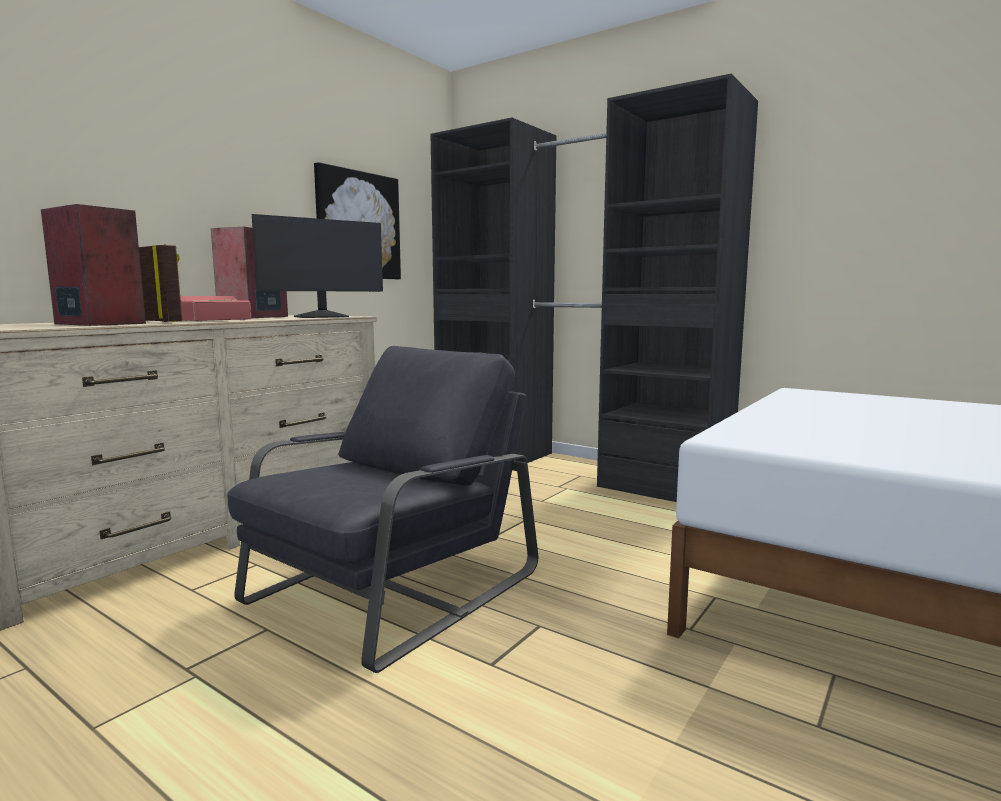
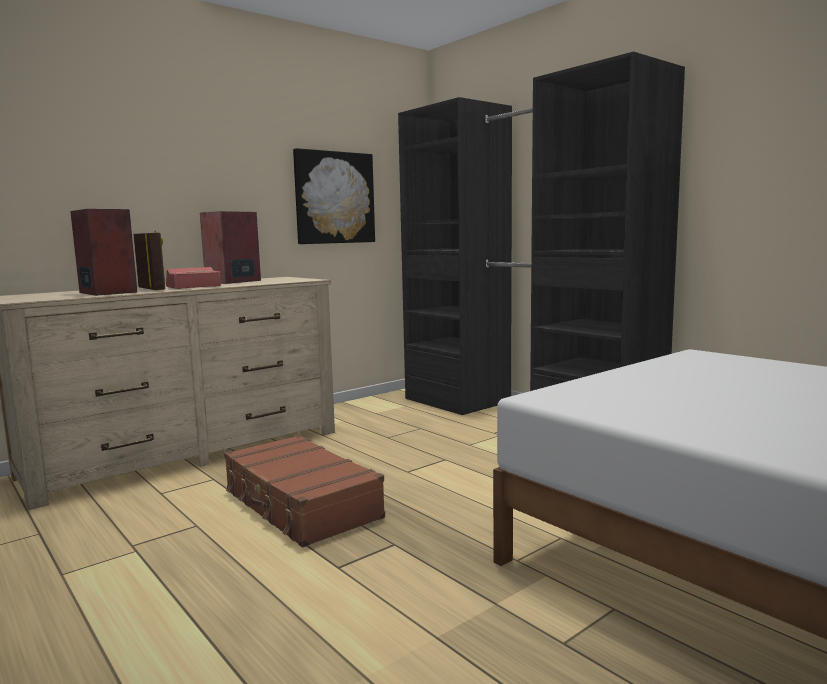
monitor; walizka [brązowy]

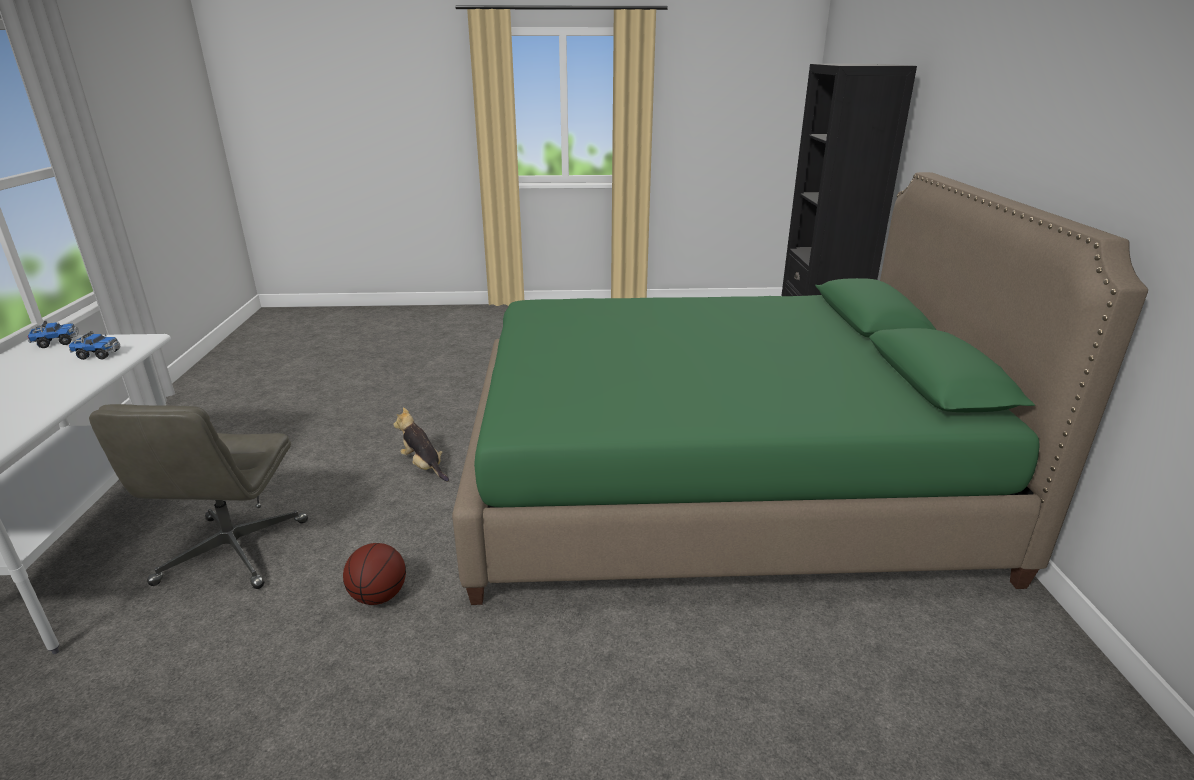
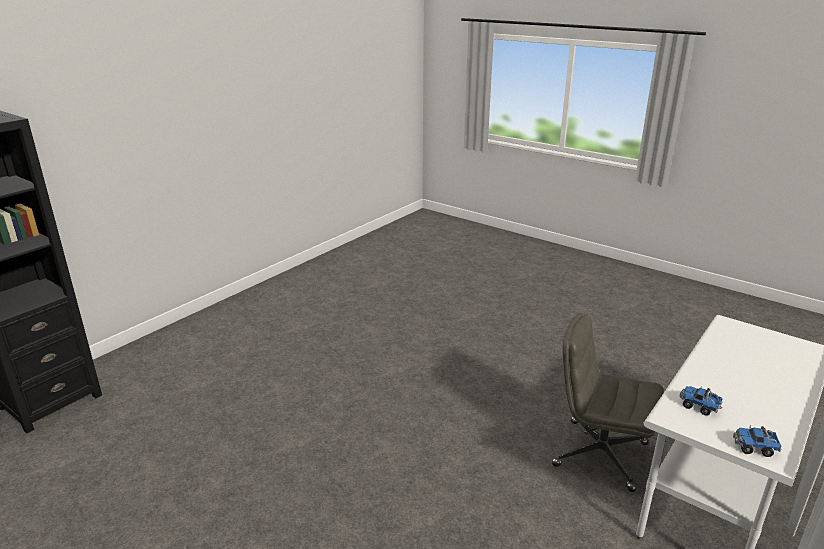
piłka do koszykówki; pluszak; łóżko [zielony]; krzesło biurowe [szary]

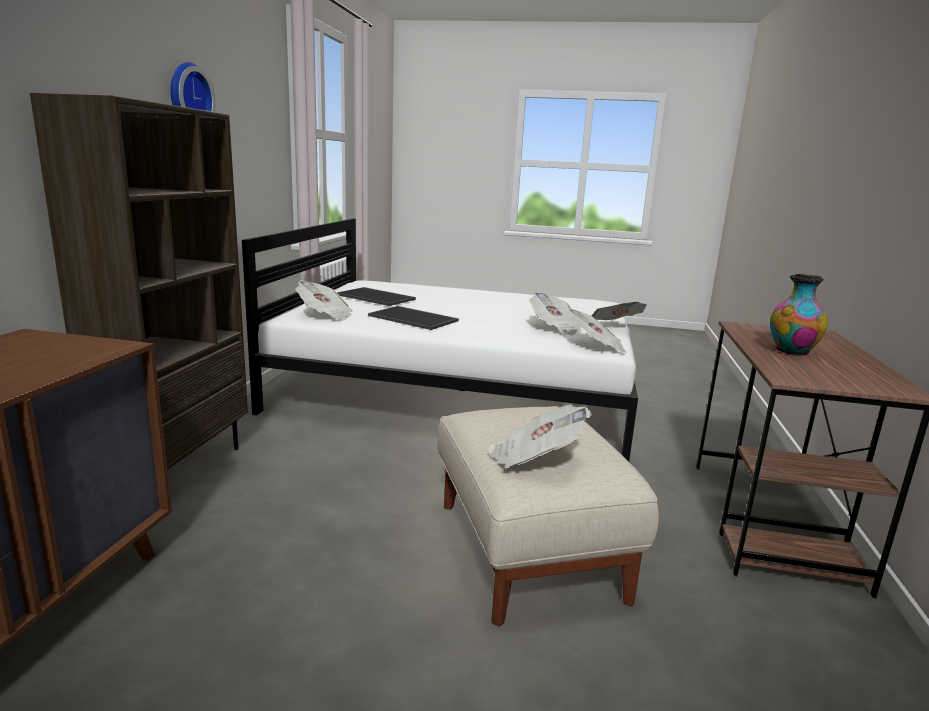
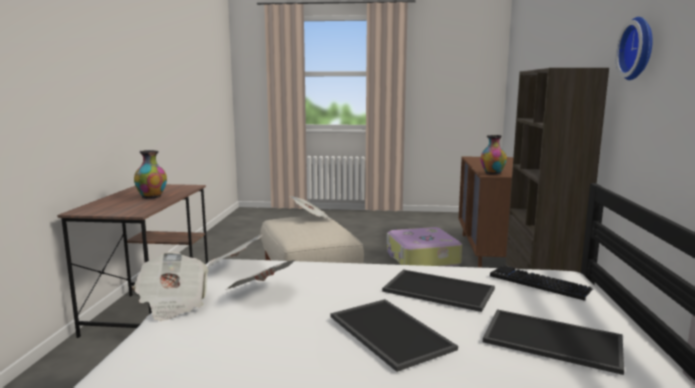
taca (1st from left); walizka; wazon (2nd from left); klawiatura

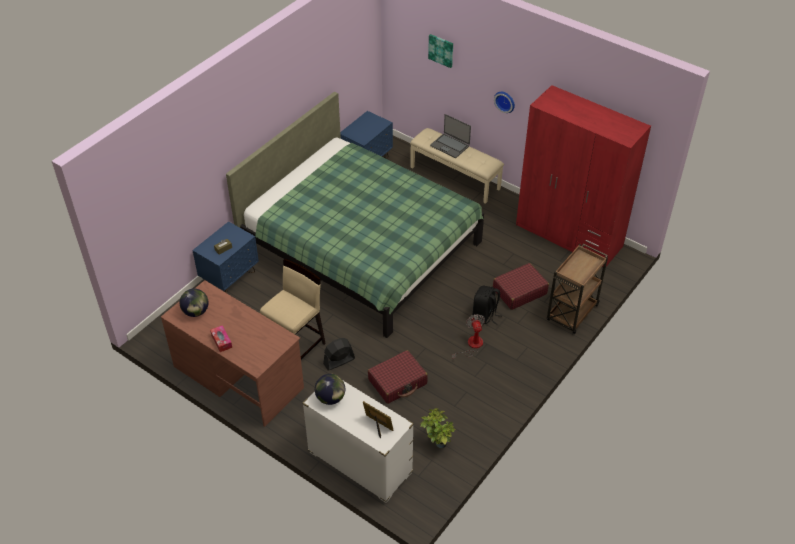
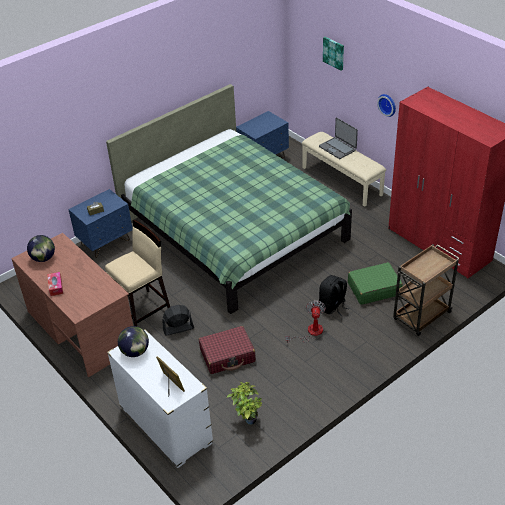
walizka [zielony]

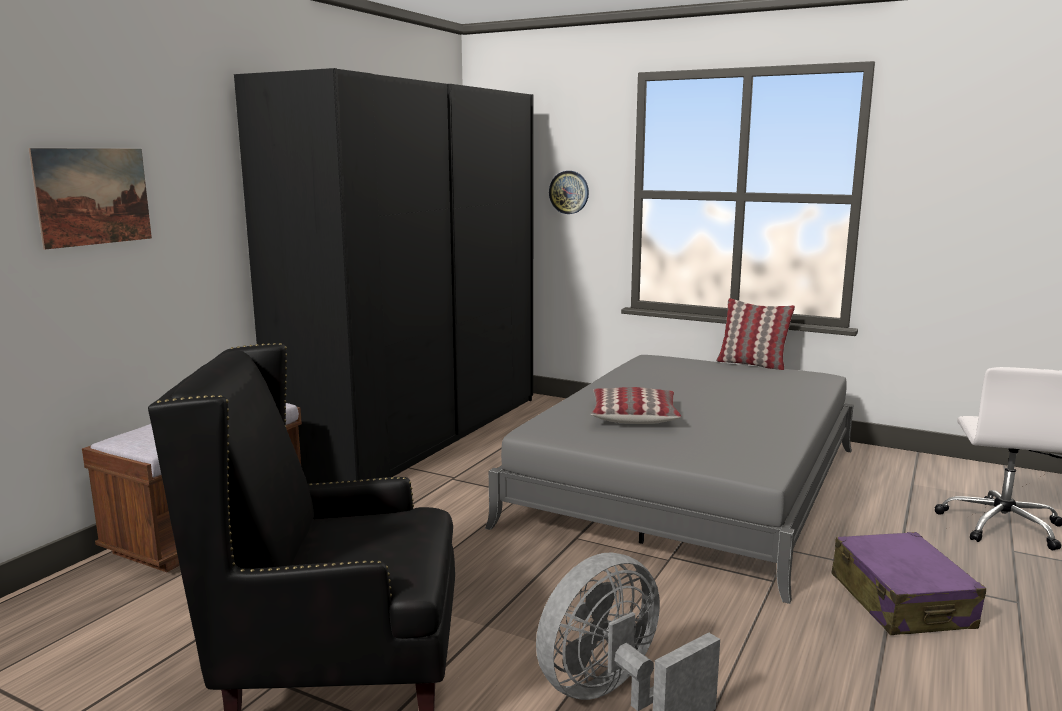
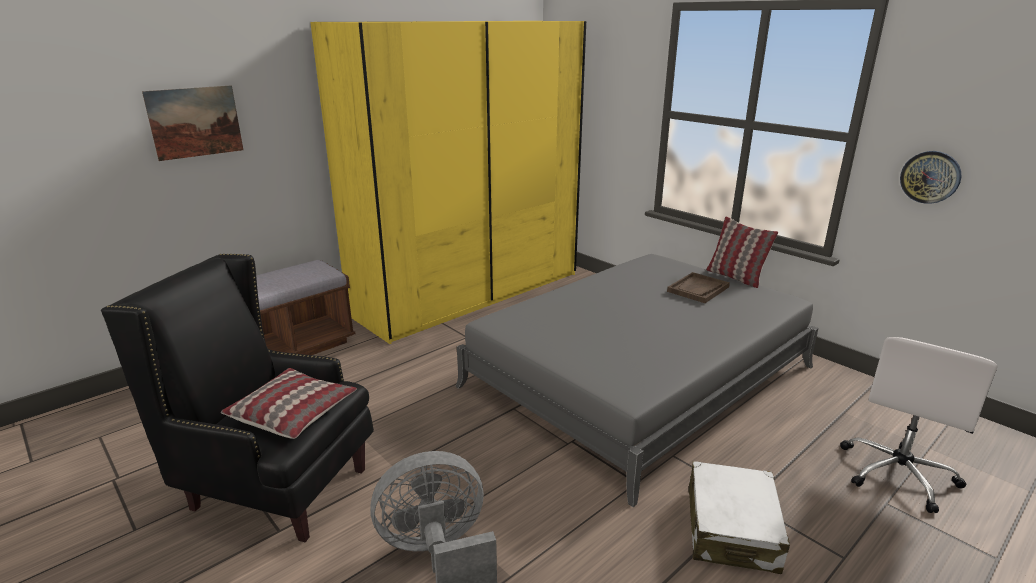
taca [brązowy]; zegar ścienny; poduszka (1st from left); szafa [żółty]; walizka [biały]

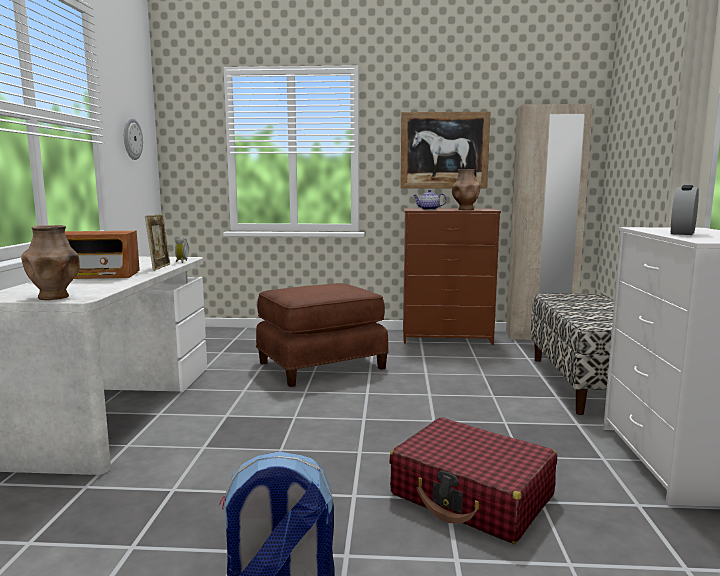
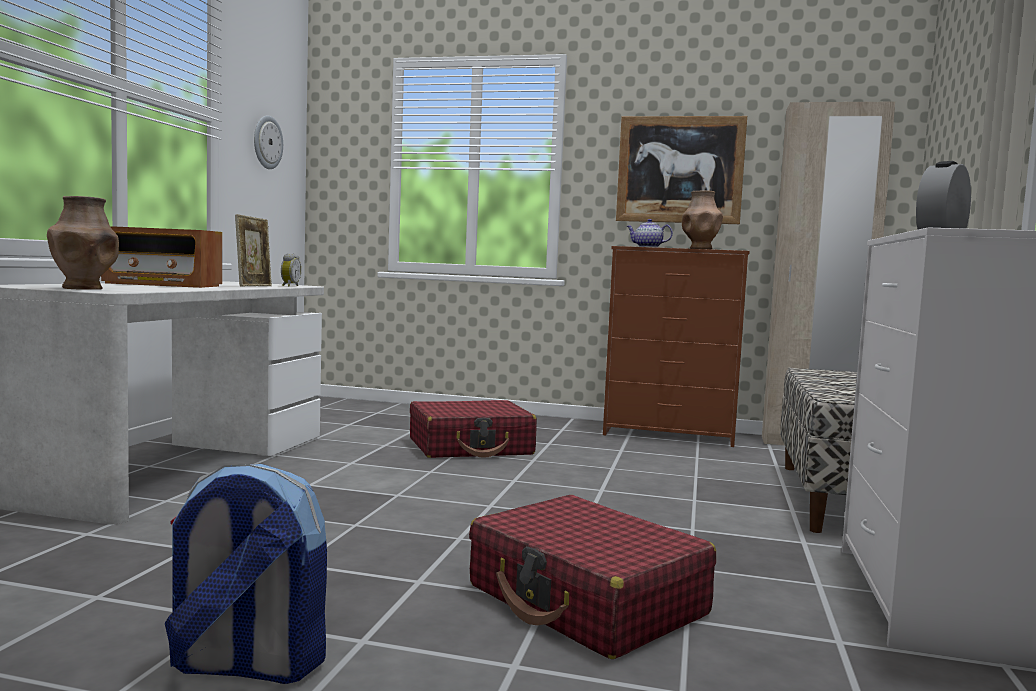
walizka [czerwony] (1st from left)

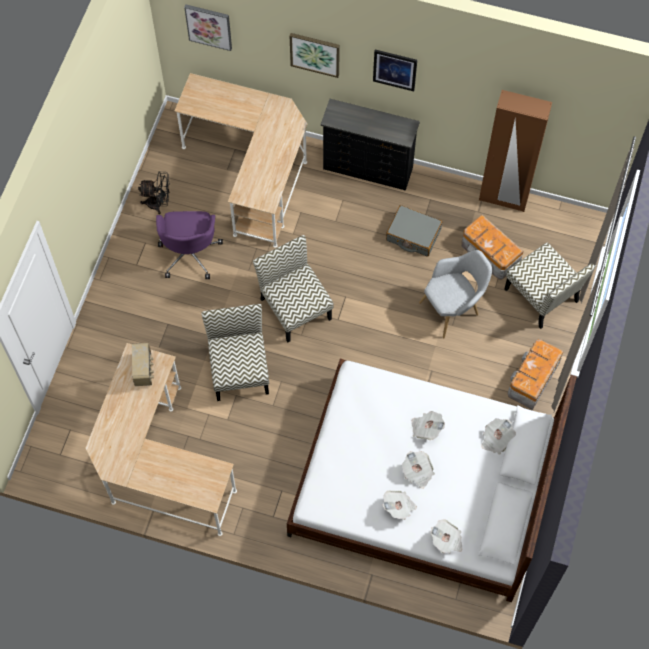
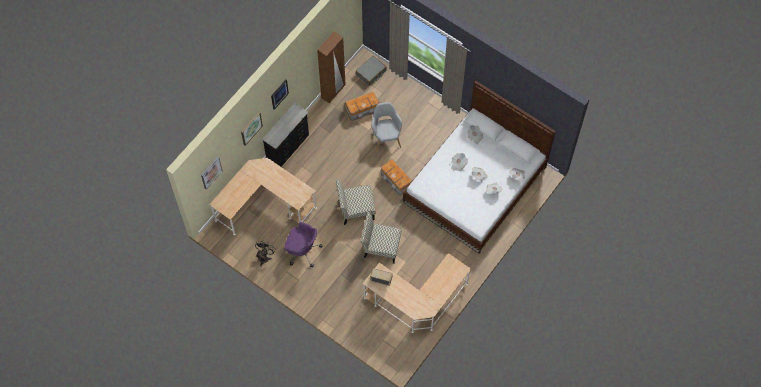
krzesło (3rd from left in the first image); walizka [szary]; pojemnik do przechowywania (2nd from left)

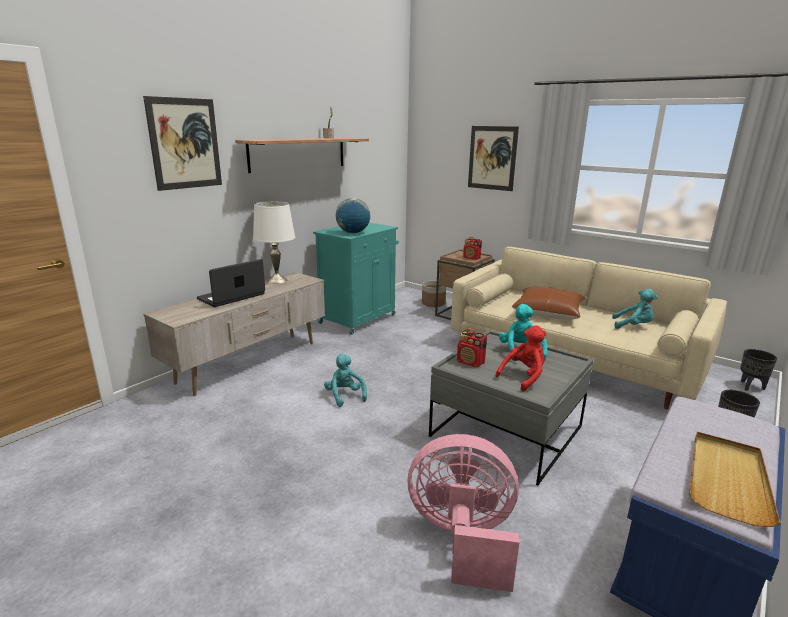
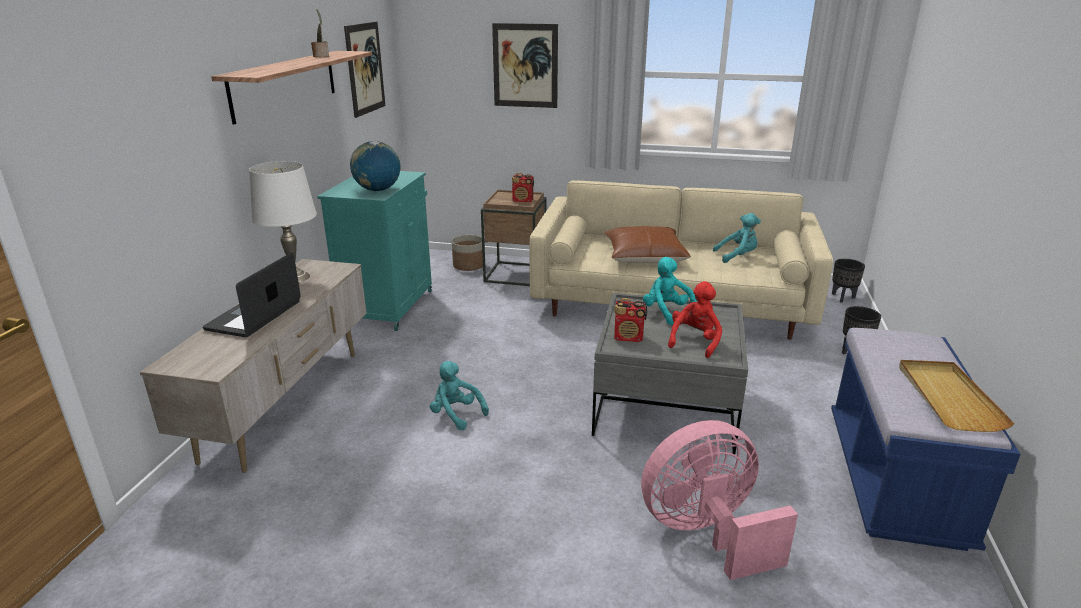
obraz (1st from left)

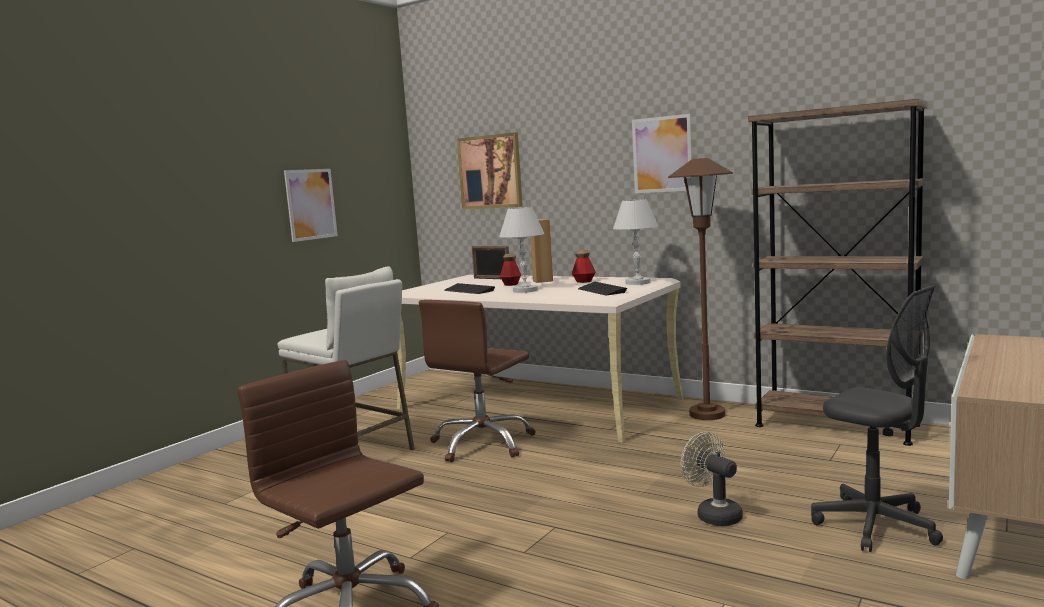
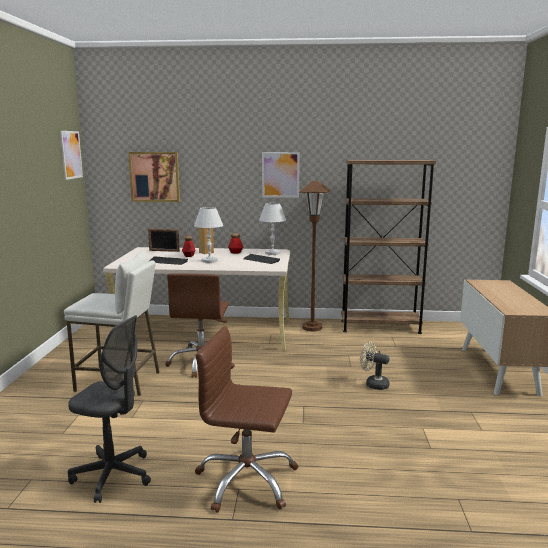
obraz (1st from left); krzesło biurowe [szary]

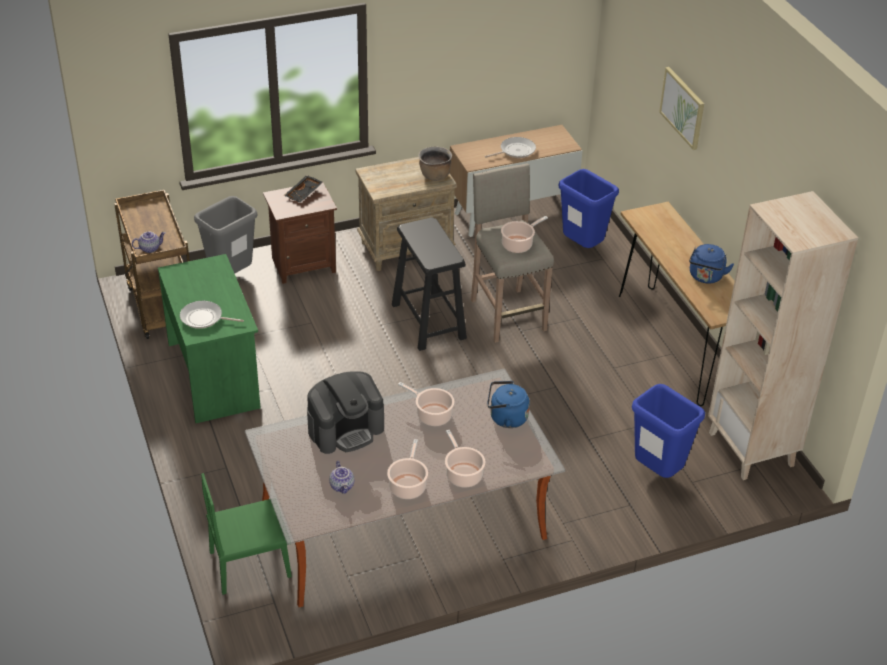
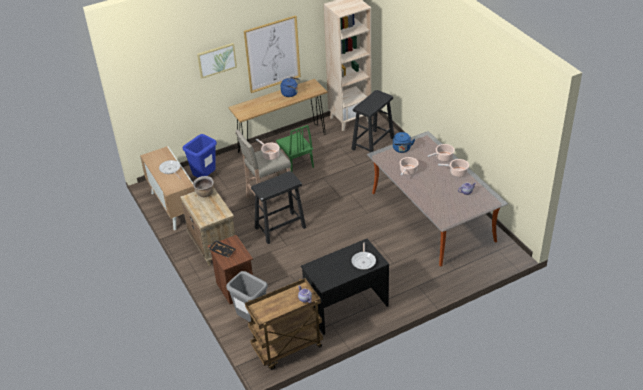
ekspres do kawy; obraz (2nd from left); krzesło [zielony]; stołek [czarny] (2nd from left); biurko [czarny]

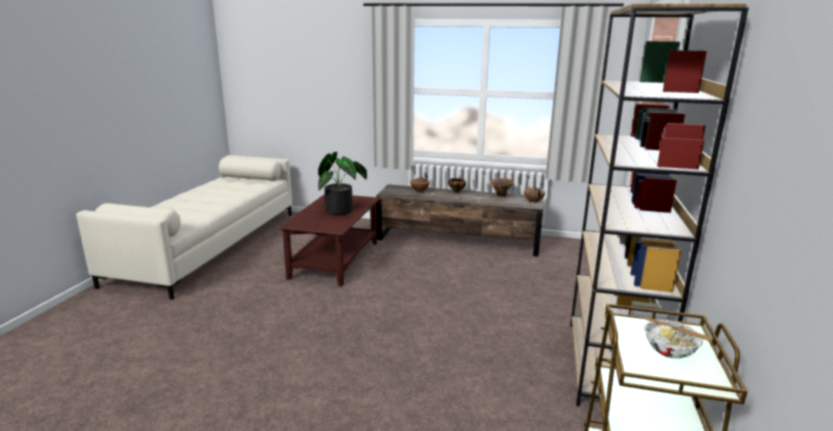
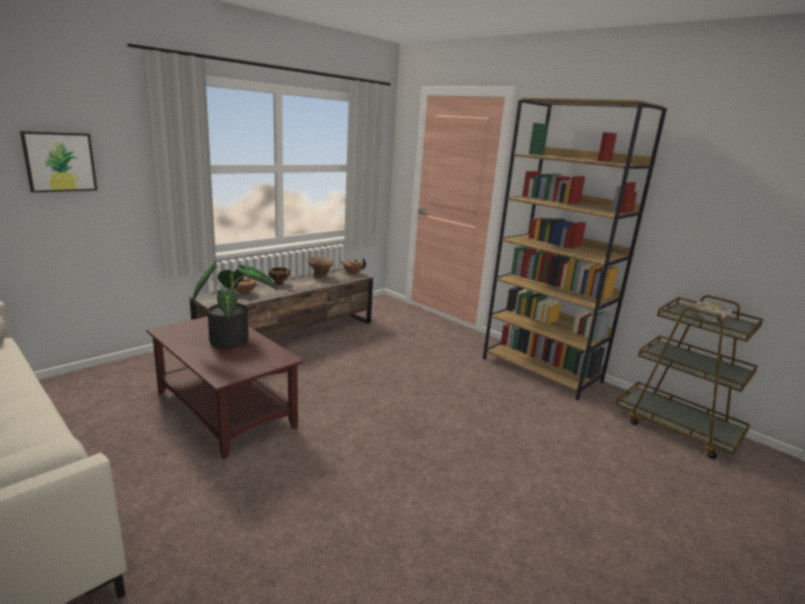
obraz

